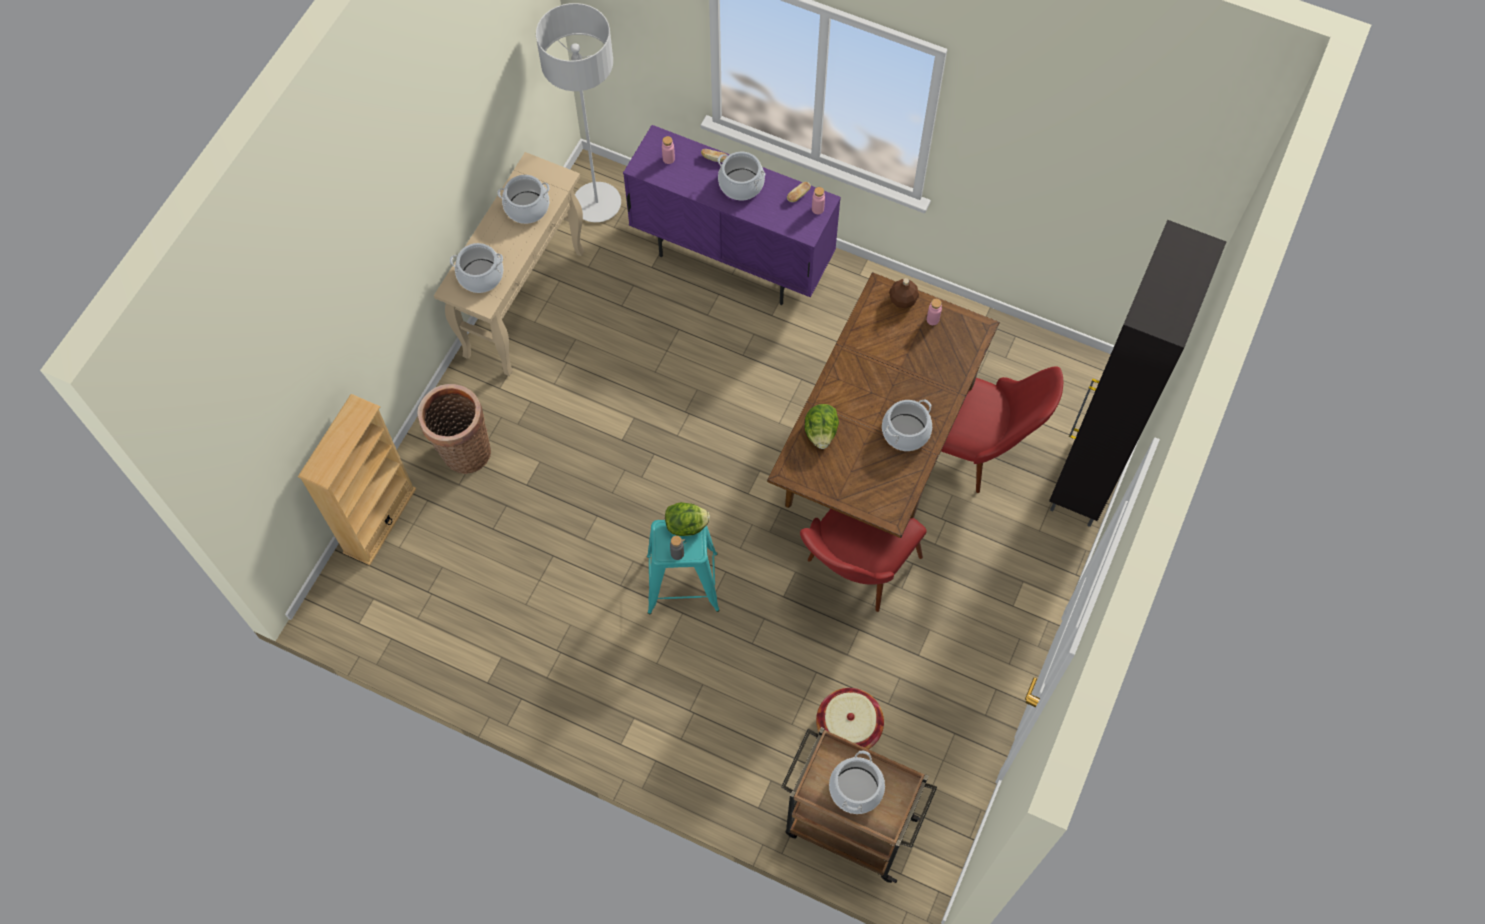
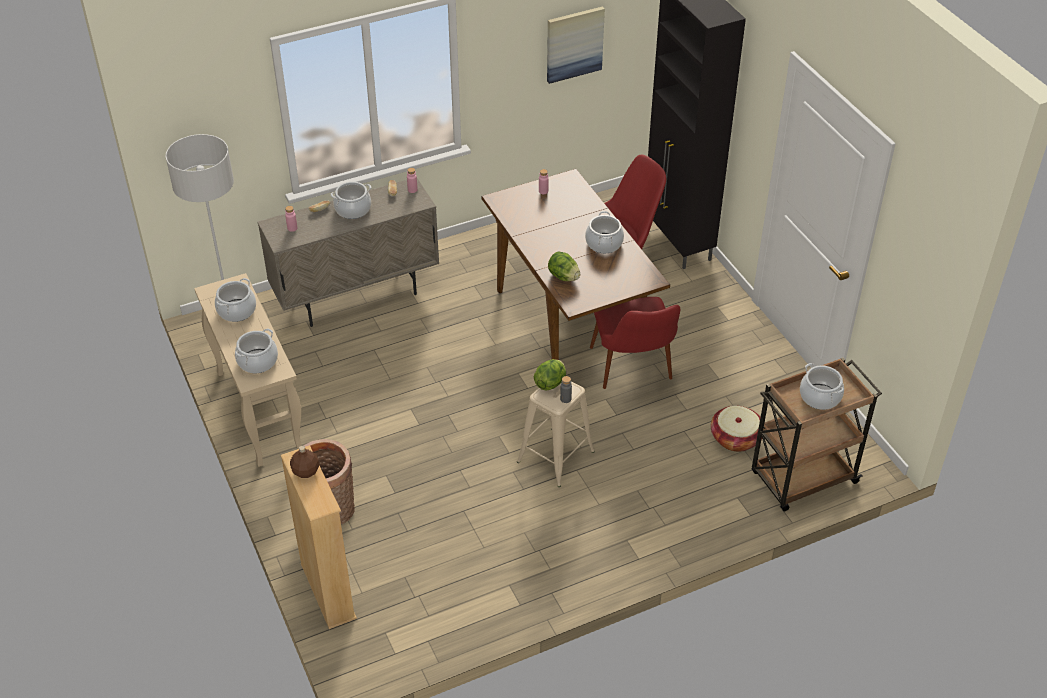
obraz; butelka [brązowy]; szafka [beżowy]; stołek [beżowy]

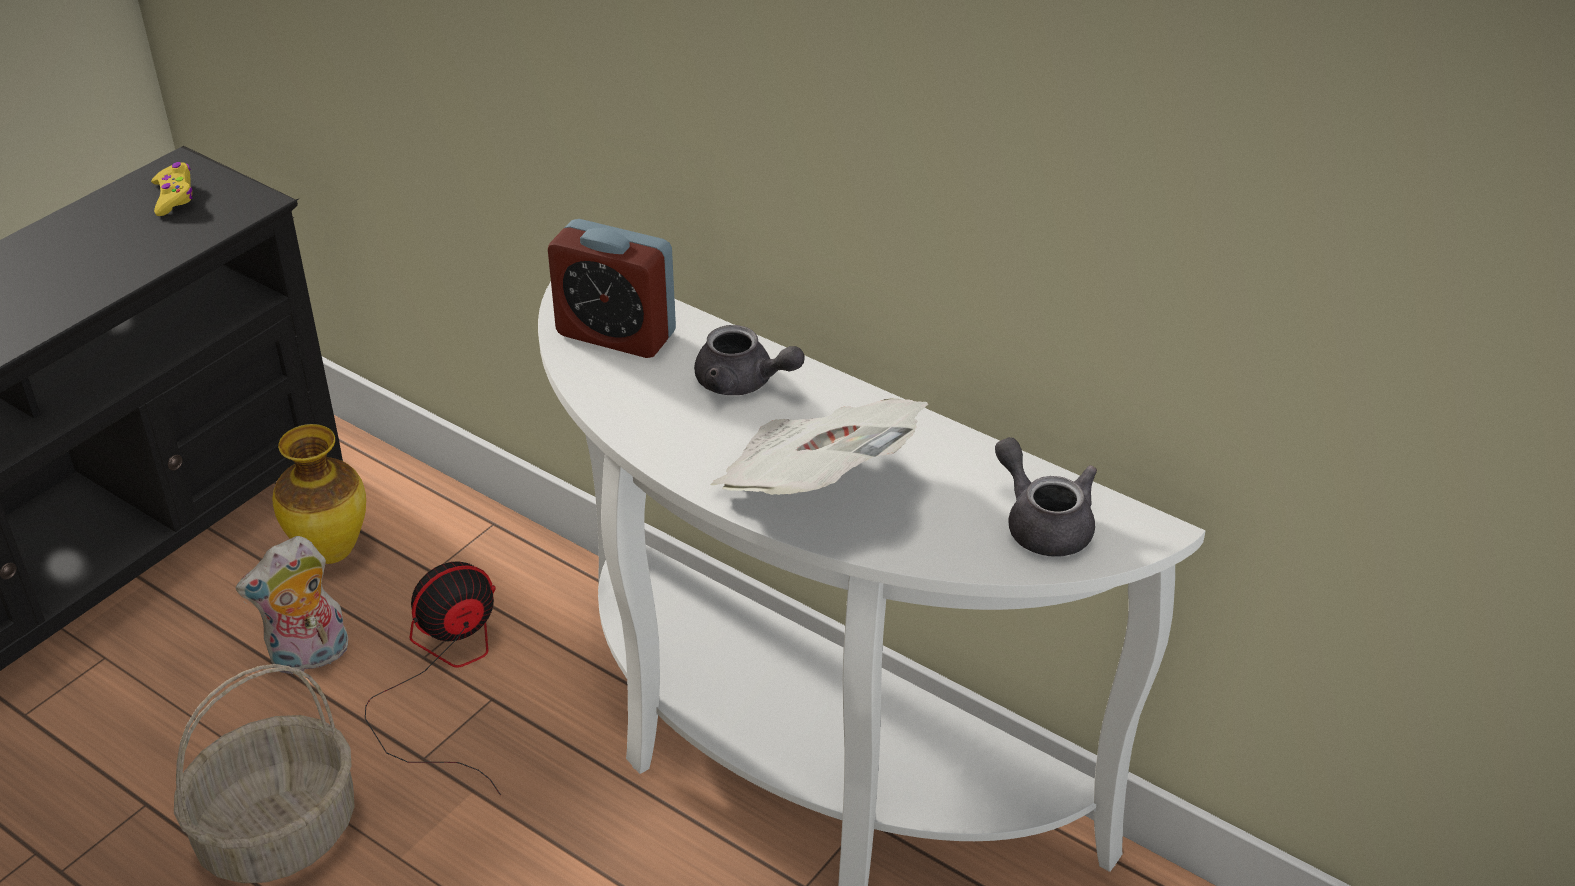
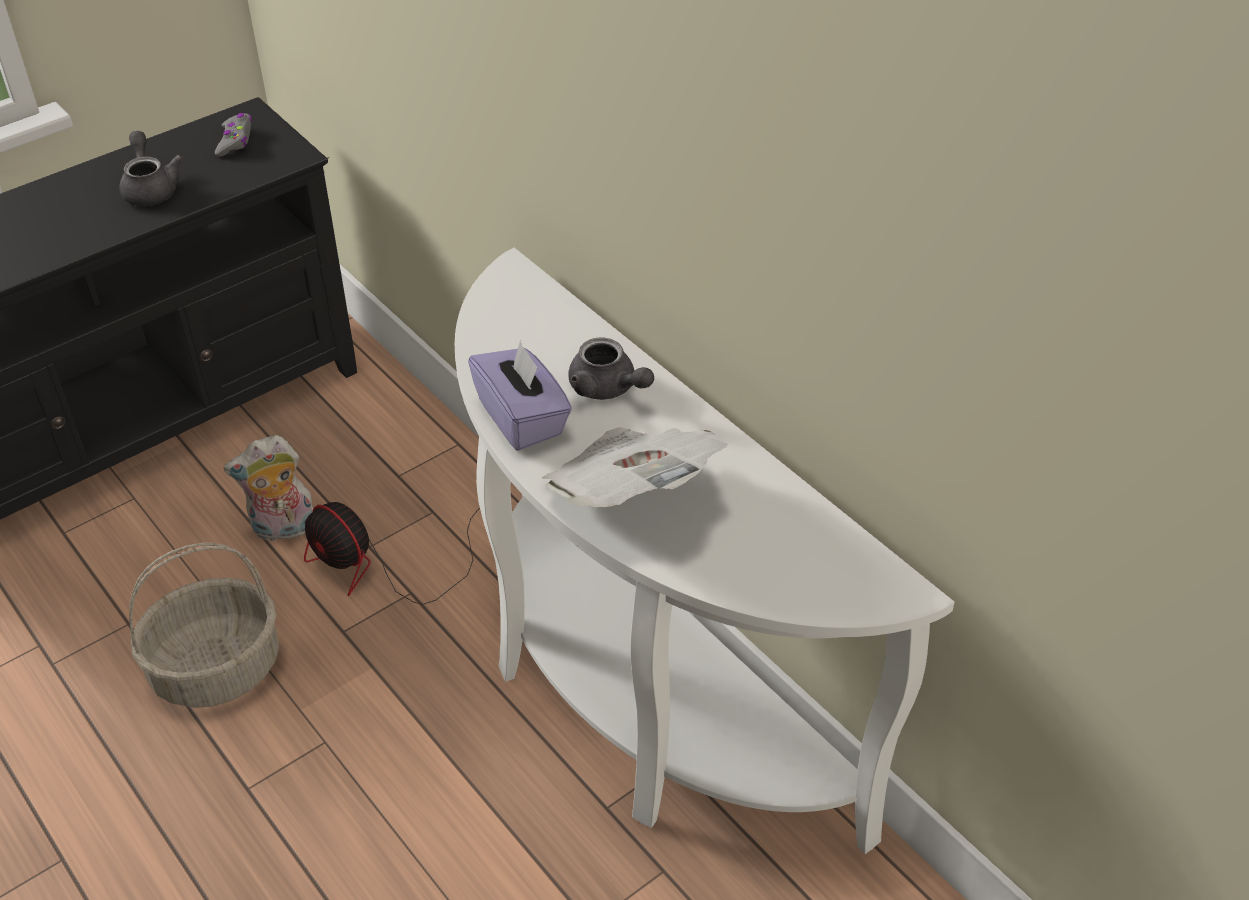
wazon; budzik; pudełko chusteczek [fioletowy]; imbryk [szary] (1st from left); pad do gier [szary]; wentylator

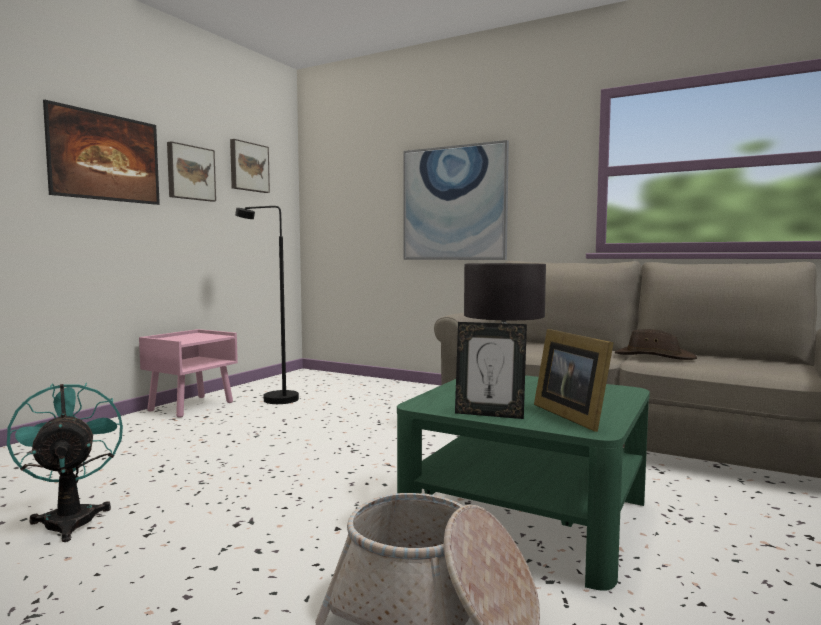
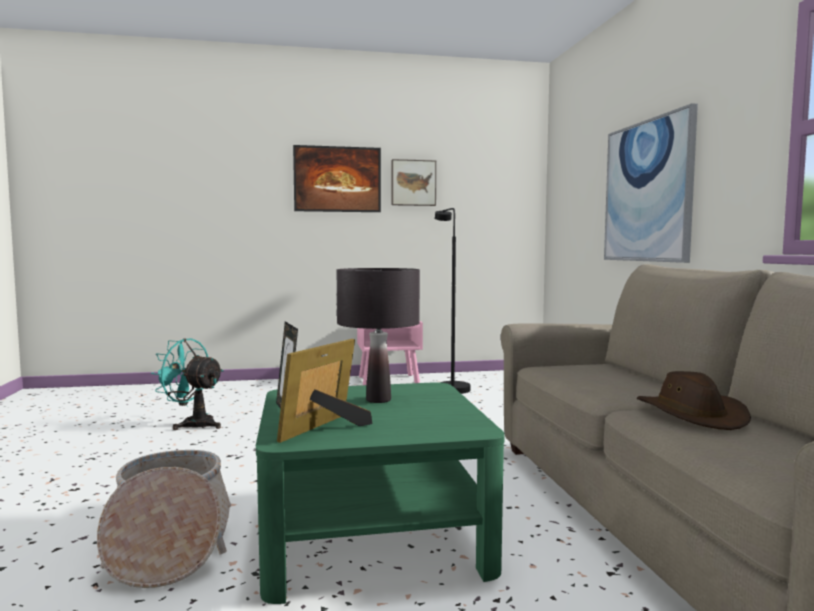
obraz (3rd from left in the first image); wentylator [turkusowy]

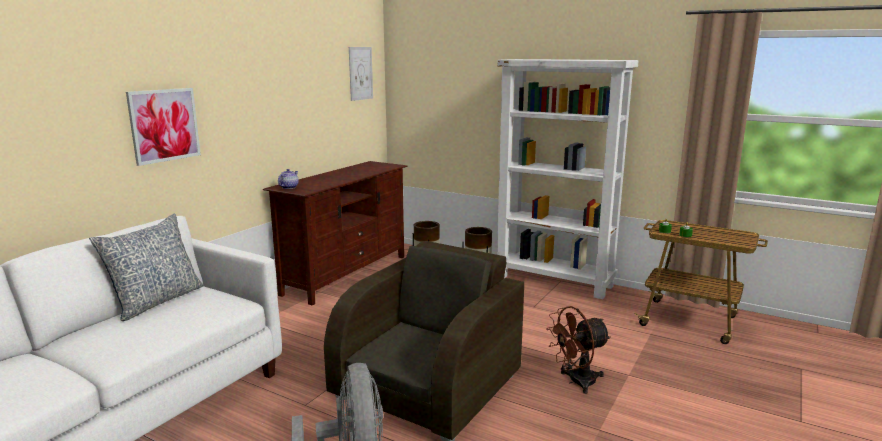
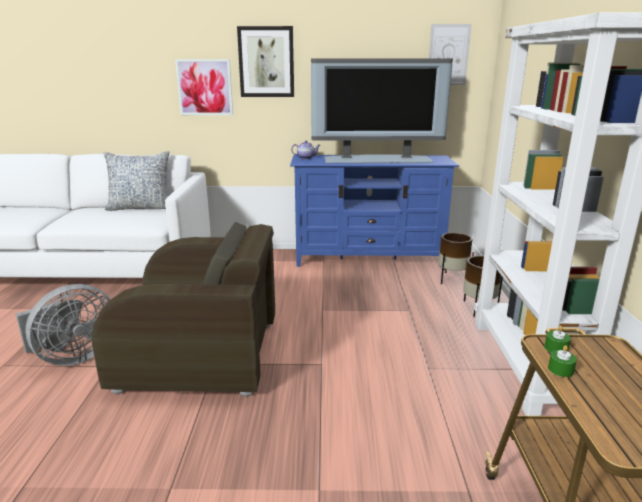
wentylator [brązowy]; obraz (2nd from left); telewizor; szafka pod telewizor [niebieski]

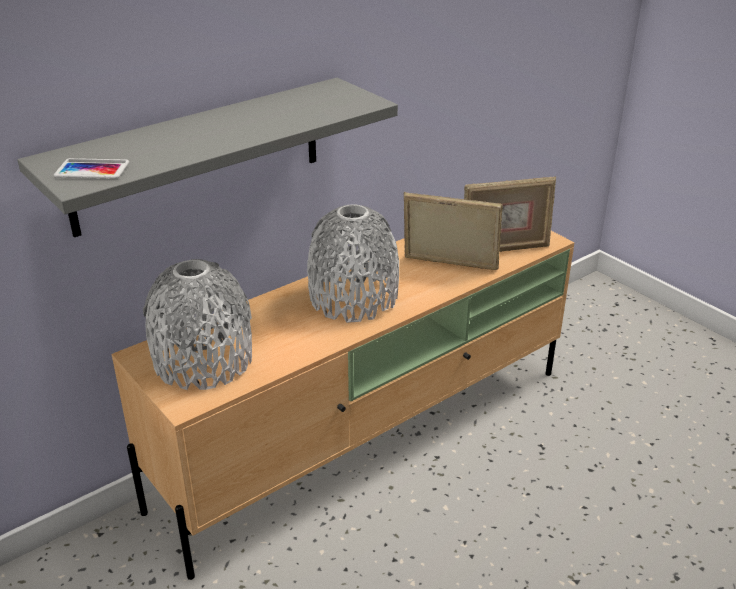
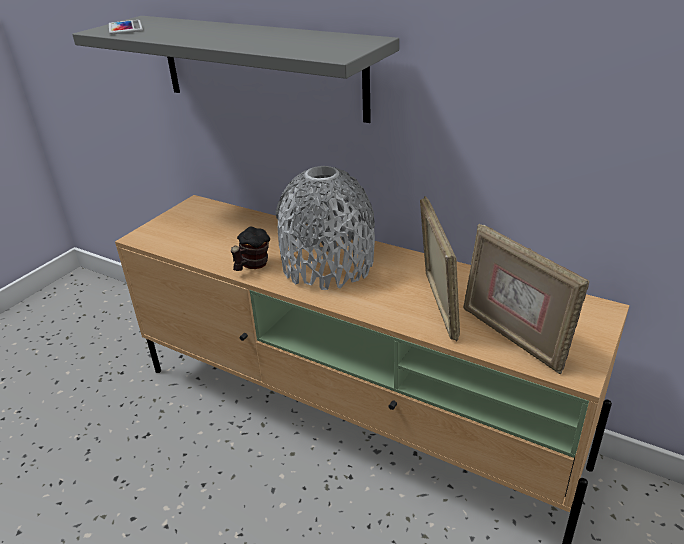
wazon [szary] (1st from left in the first image); kubek

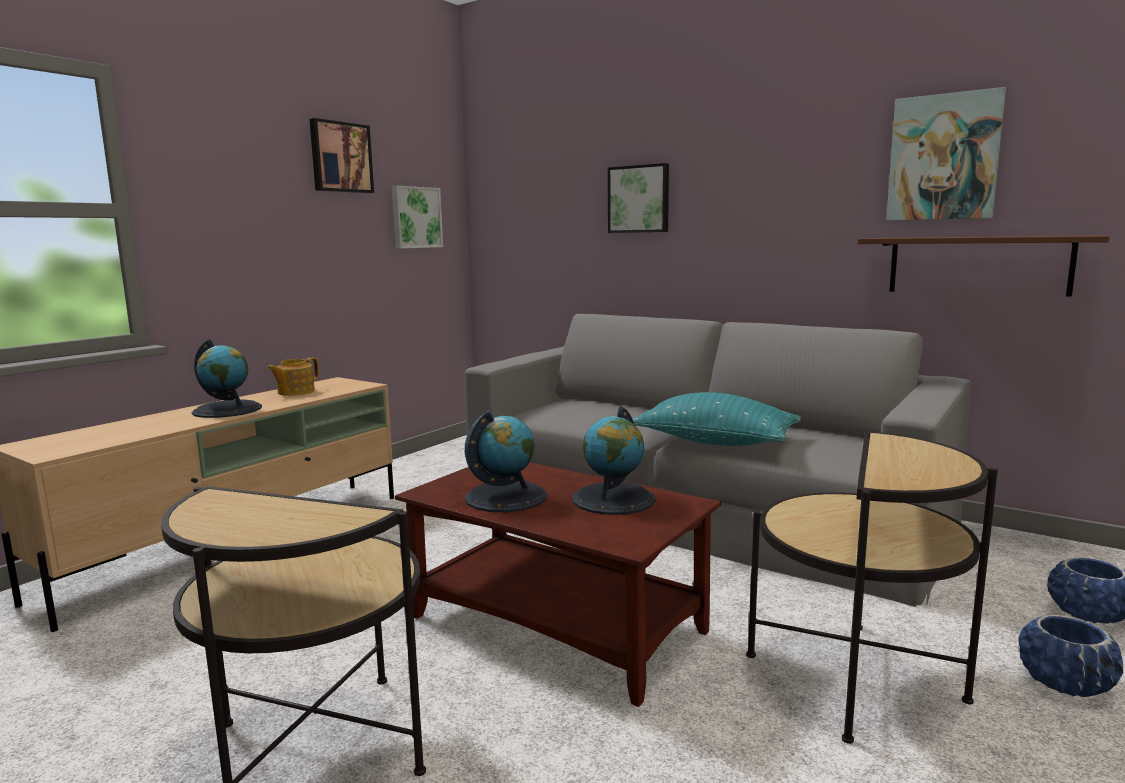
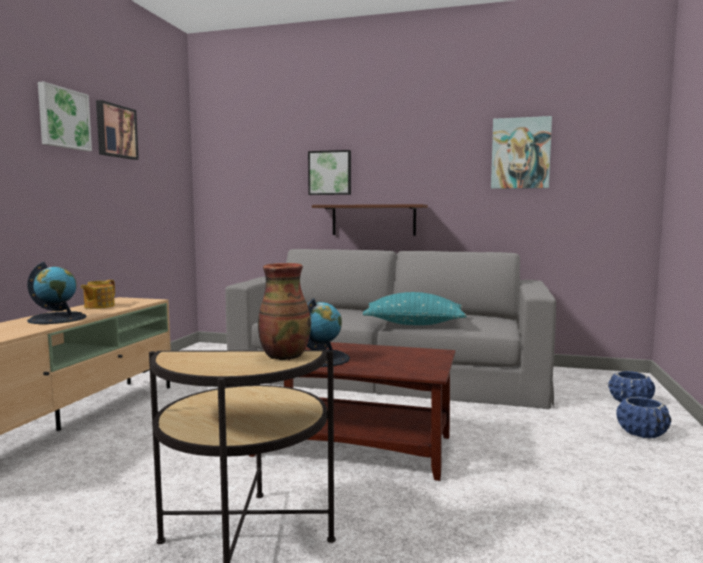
globus (3rd from left in the first image); stolik (2nd from left in the first image); wazon; obraz (1st from left); półka [brązowy]

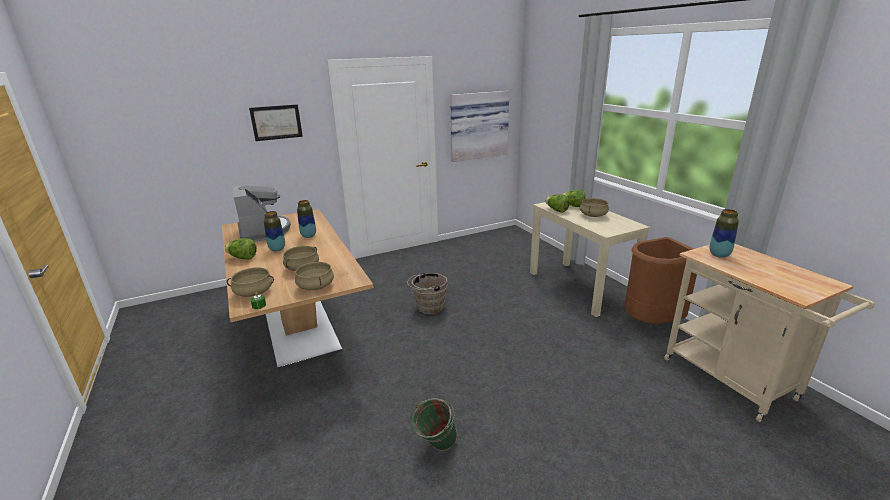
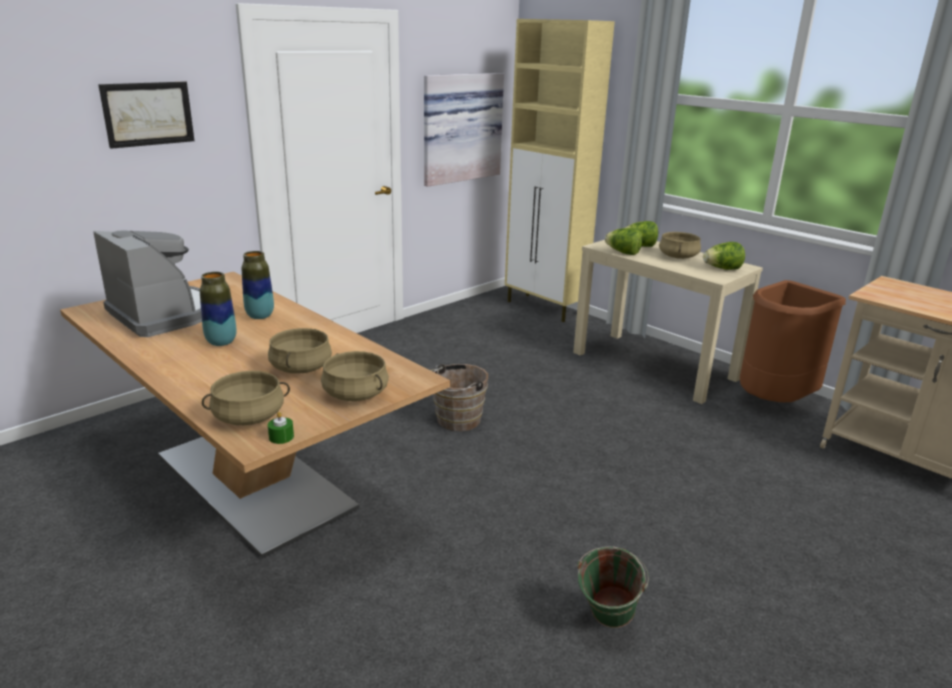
wazon (3rd from left in the first image); szafka [beżowy]; sałata (3rd from left)

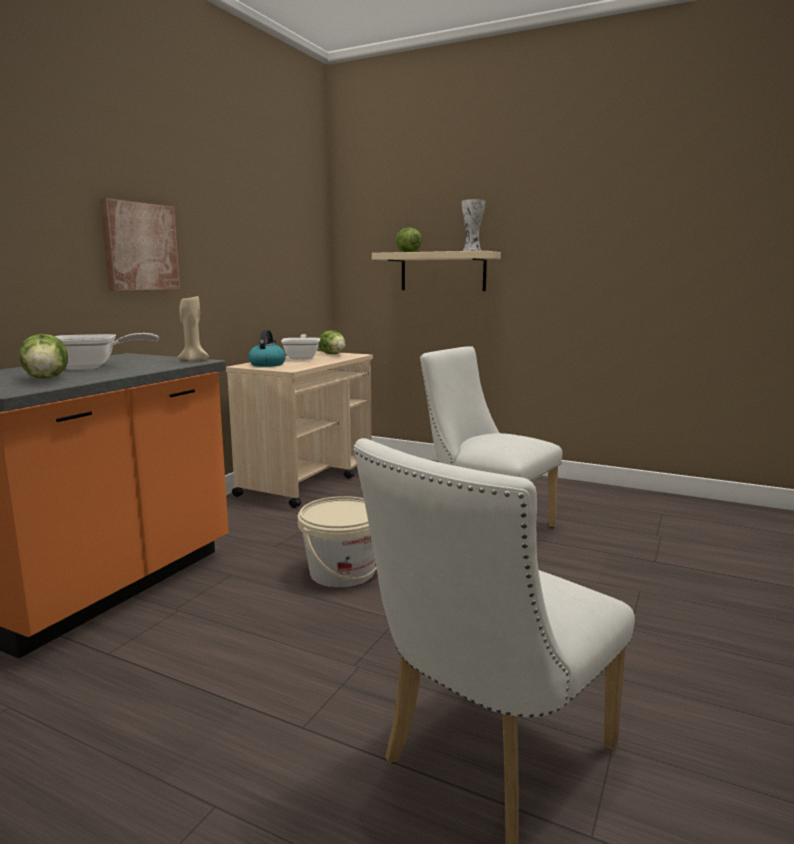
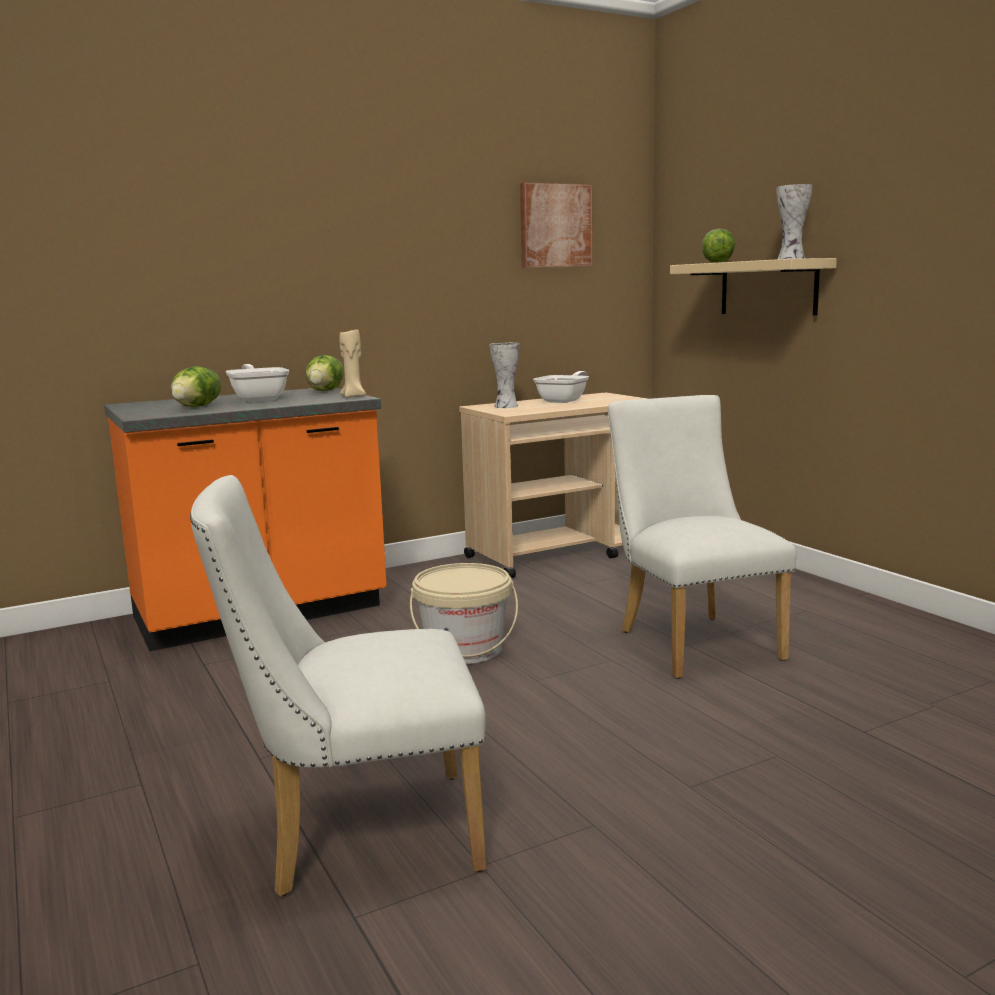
obraz; sałata (2nd from left); wazon (1st from left); patelnia (1st from left)

